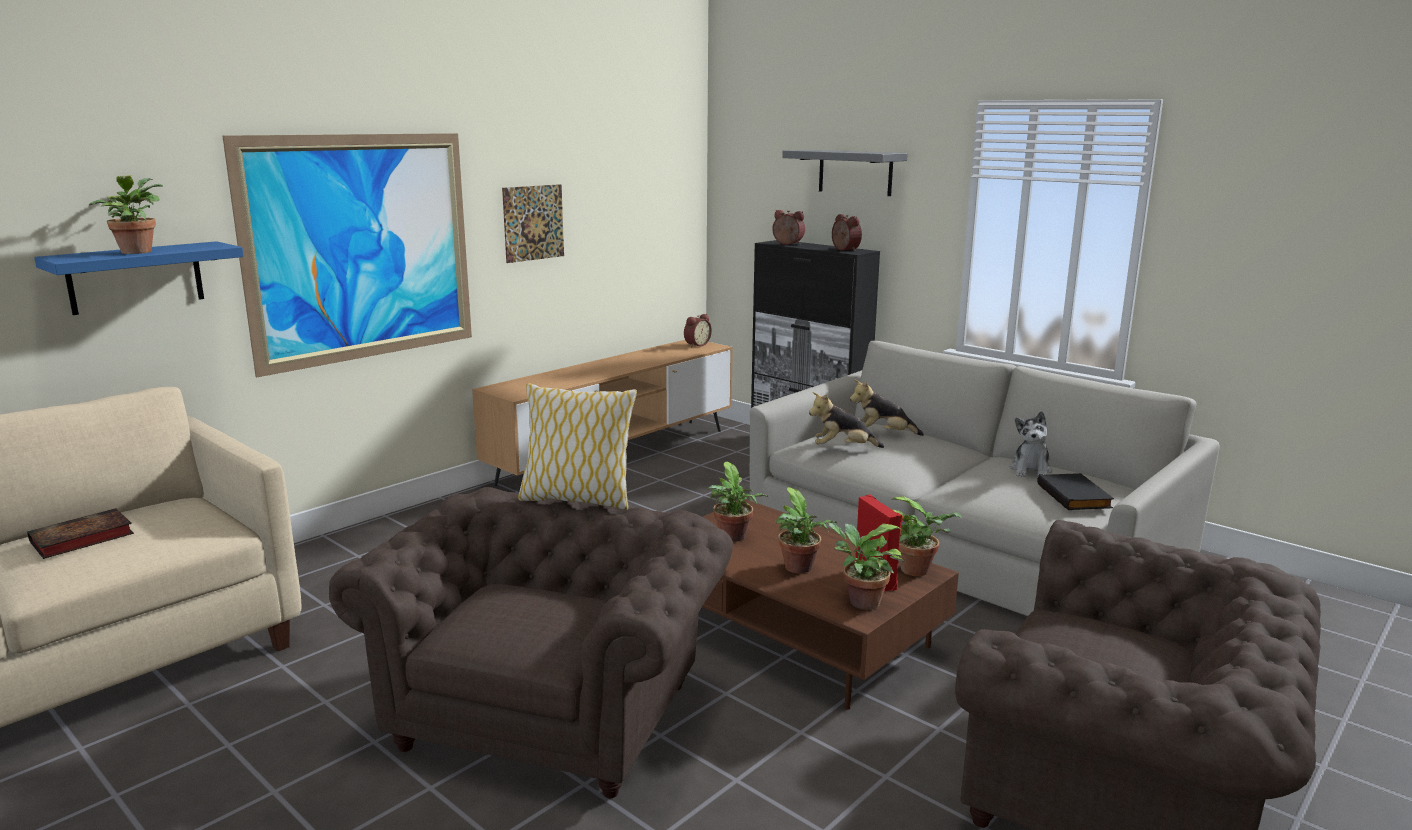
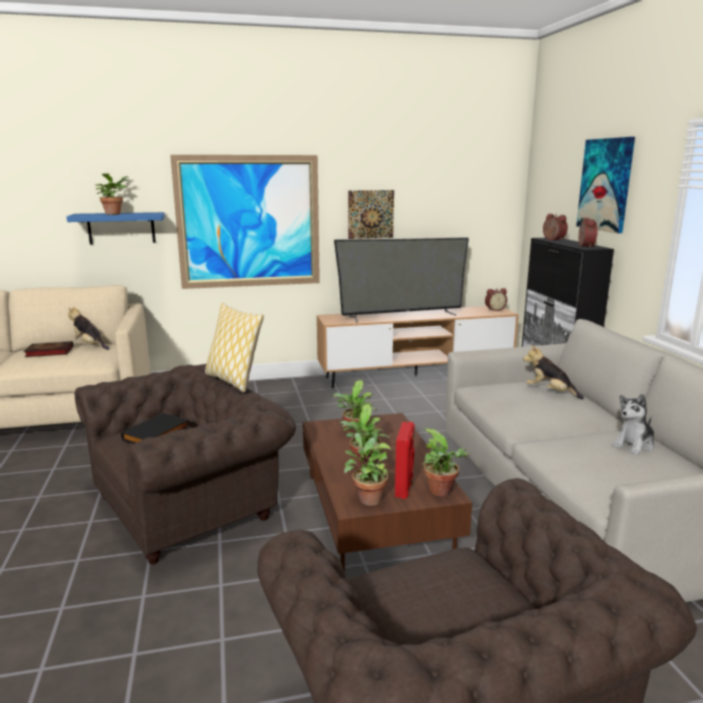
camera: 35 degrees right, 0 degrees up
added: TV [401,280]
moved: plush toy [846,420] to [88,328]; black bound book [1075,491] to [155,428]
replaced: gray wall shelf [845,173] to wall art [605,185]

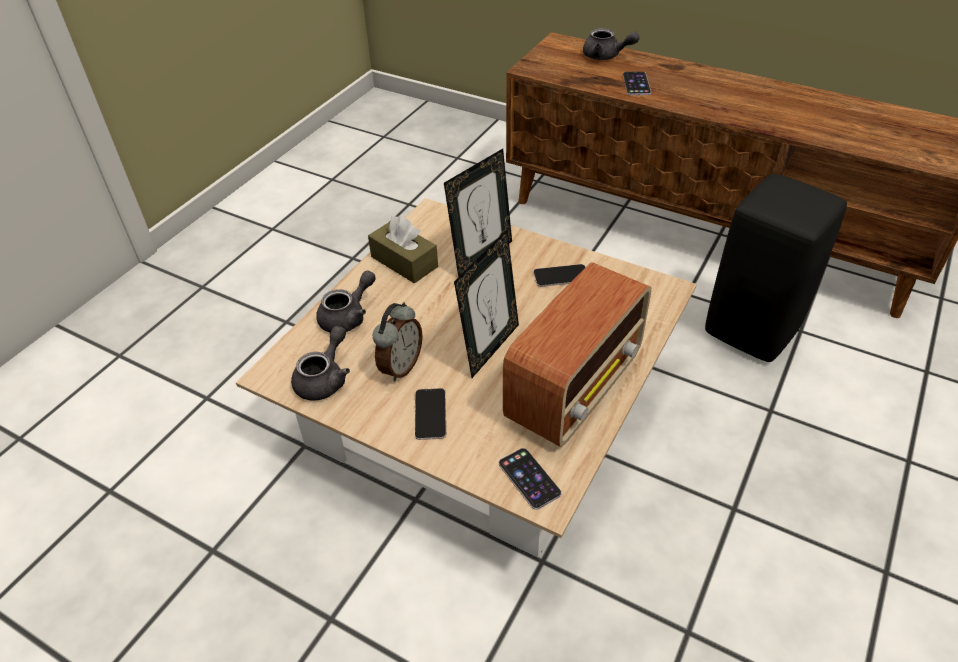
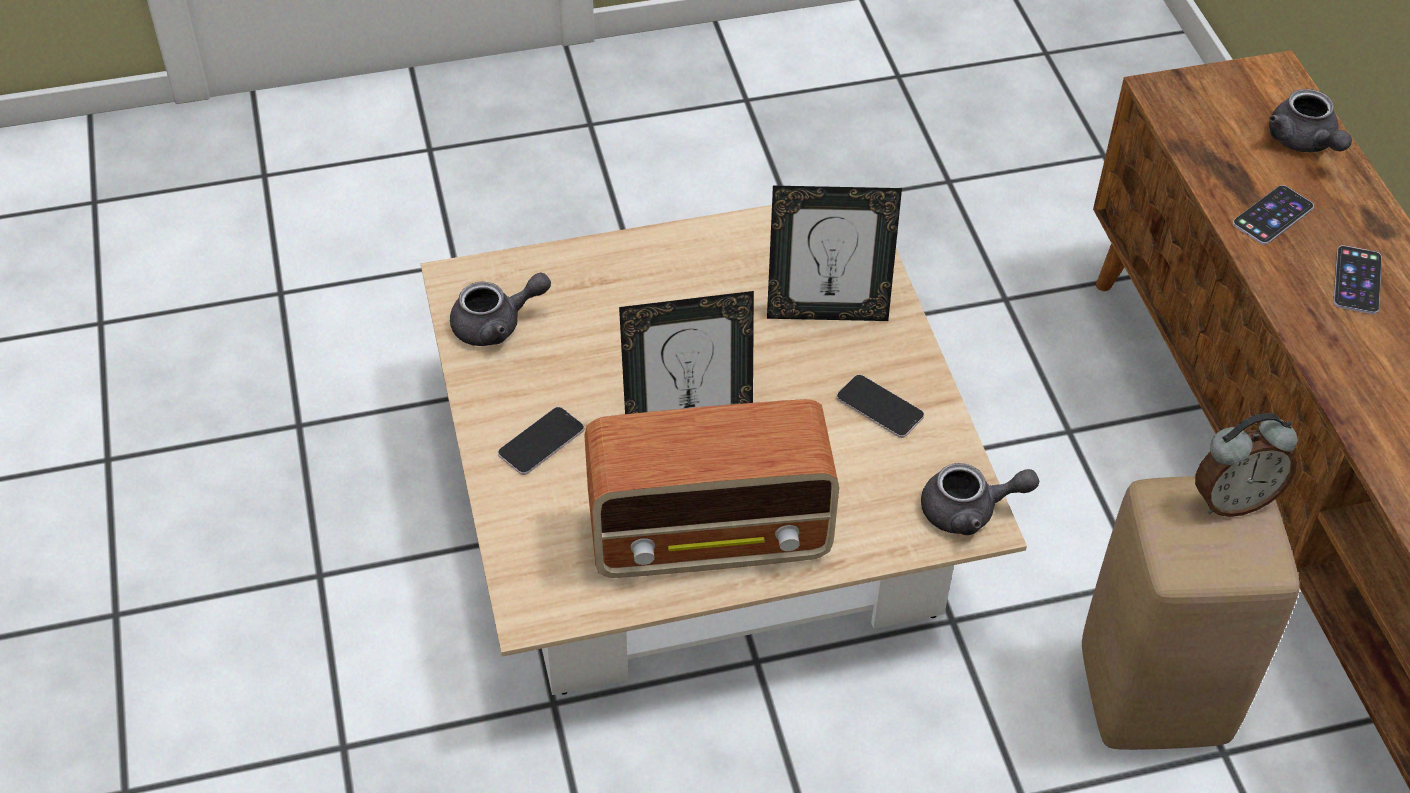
camera: 45 degrees right, 5 degrees up
removed: brown tissue holder [403,249]
moved: gray teapot [346,301] to [980,499]; alarm clock [398,341] to [1246,465]; telephone [530,479] to [1357,279]
recoloured: black stool seat [776,268] to sand-coloured stool seat [1191,613]

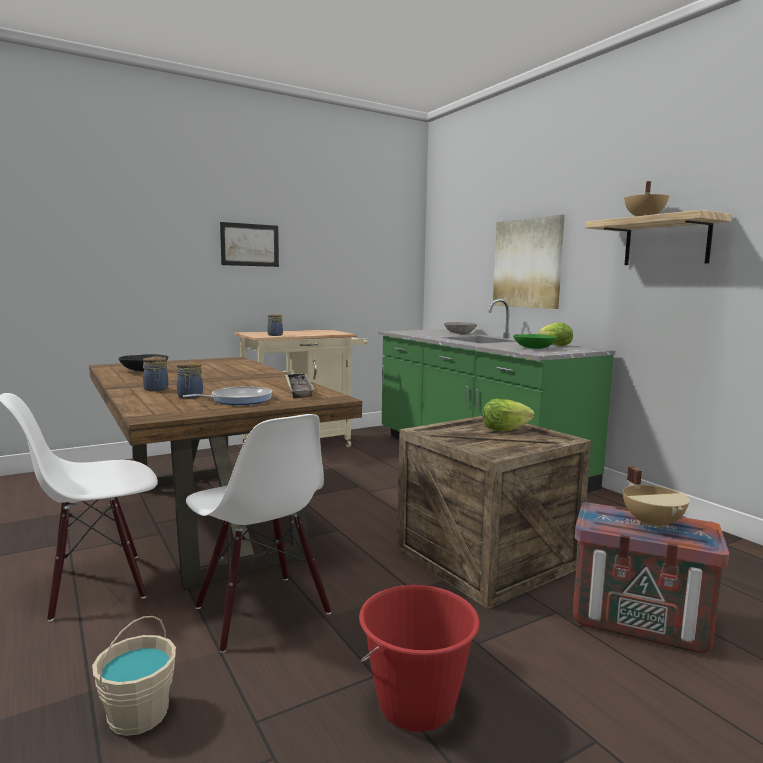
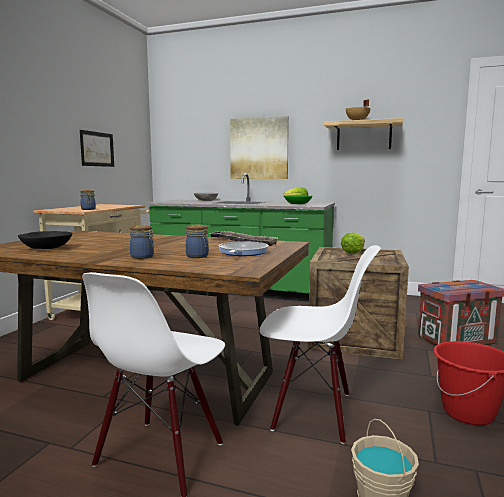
camera: 40 degrees left, 0 degrees up
removed: sand-coloured stockpot [656,498]
moved: wall art [249,244] to [97,148]

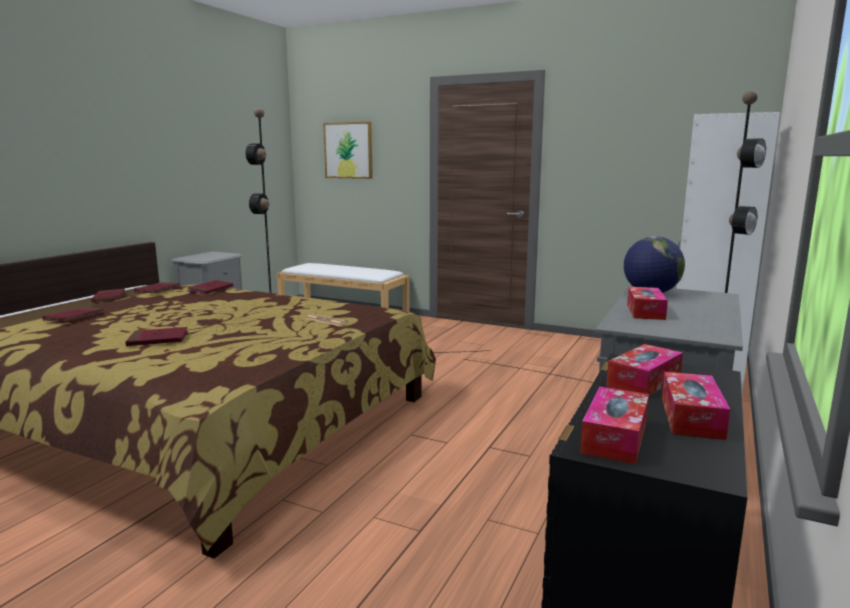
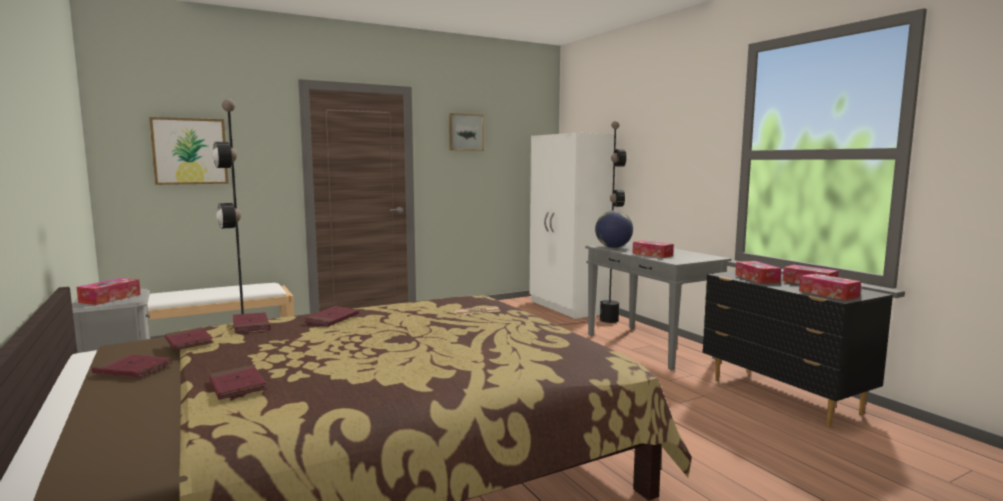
camera: 55 degrees left, 5 degrees down
added: tissue holder [109,291]; wall art [466,132]
moved: red bound book [156,336] to [331,316]

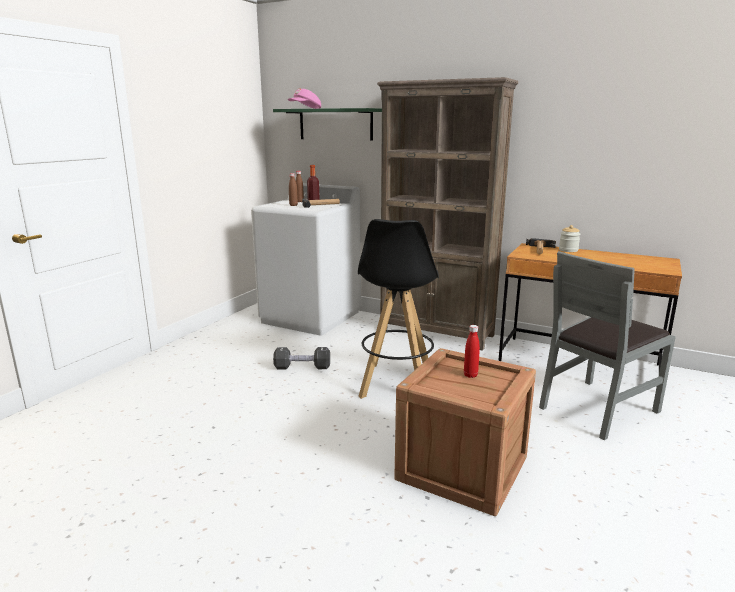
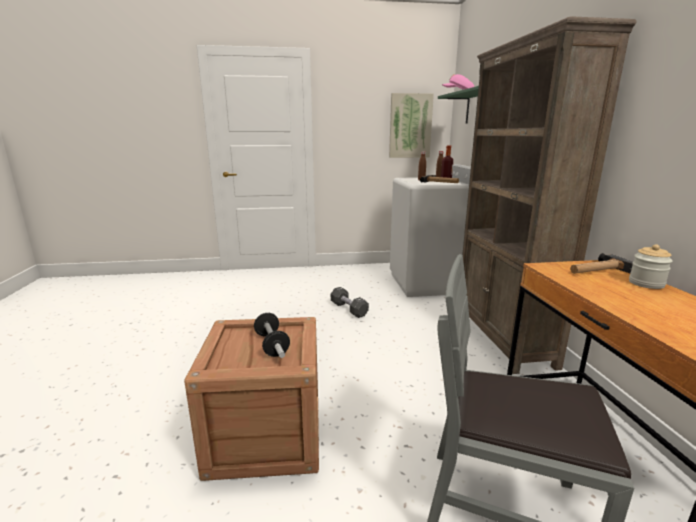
camera: 55 degrees right, 0 degrees up
removed: black stool seat [398,309]
added: wall art [411,125]
replaced: red drink bottle [472,351] to dumbbell [272,335]

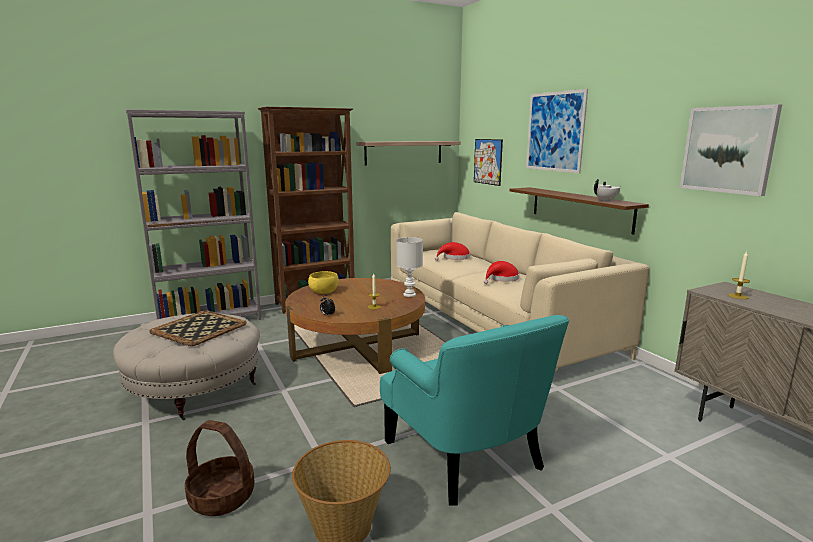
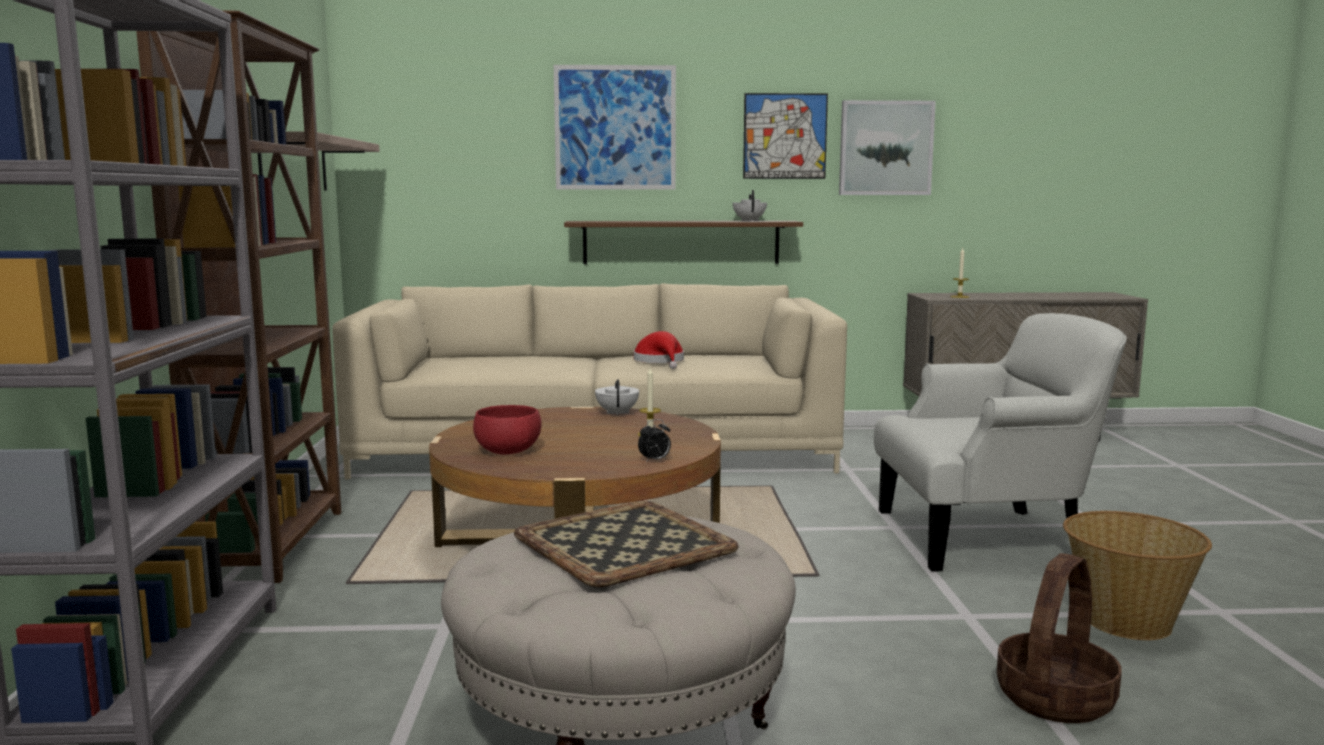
camera: 65 degrees left, 5 degrees down
removed: red wearable hat [452,251]
moved: wall art [488,162] to [785,136]
replaced: white tabletop lamp [410,267] to white teapot [617,397]
recoloured: yellow serving bowl [323,282] to red serving bowl [507,430]; blue-green armchair [474,410] to white armchair [1000,442]

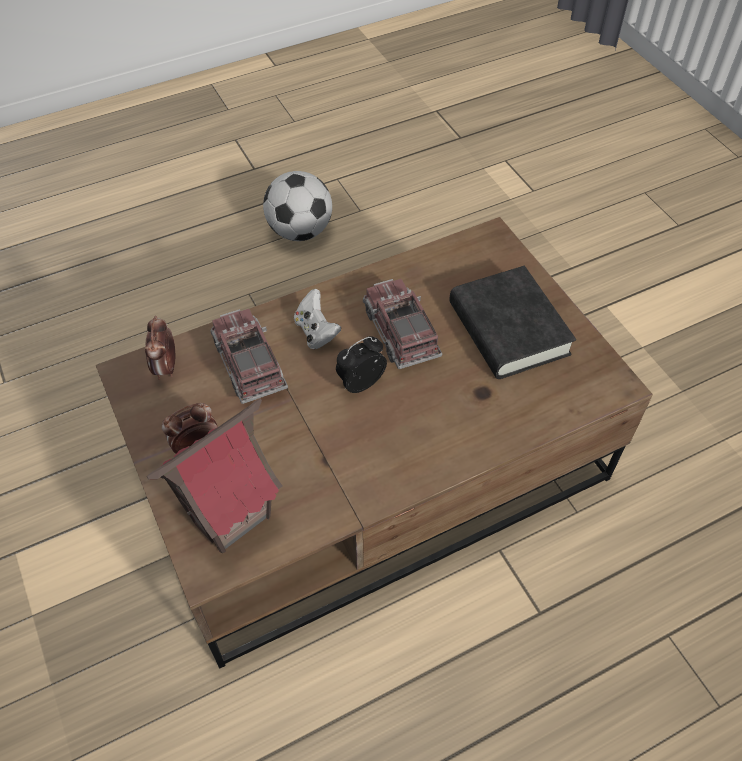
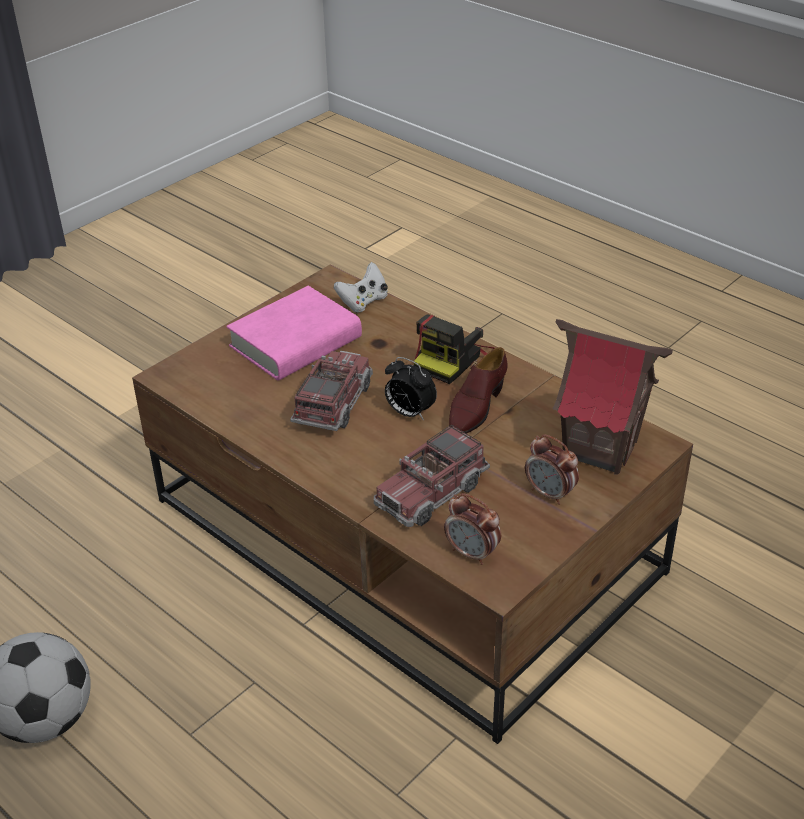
camera: 110 degrees left, 15 degrees down
added: still camera [454,349]; brown item of footwear [478,390]
moved: white joypad [317,319] to [361,287]
recoloured: black bound book [512,322] to pink bound book [294,333]
turned: alarm clock [160,347] = [472,529] 60 degrees clockwise; toy lorry [402,324] = [331,391] 150 degrees clockwise

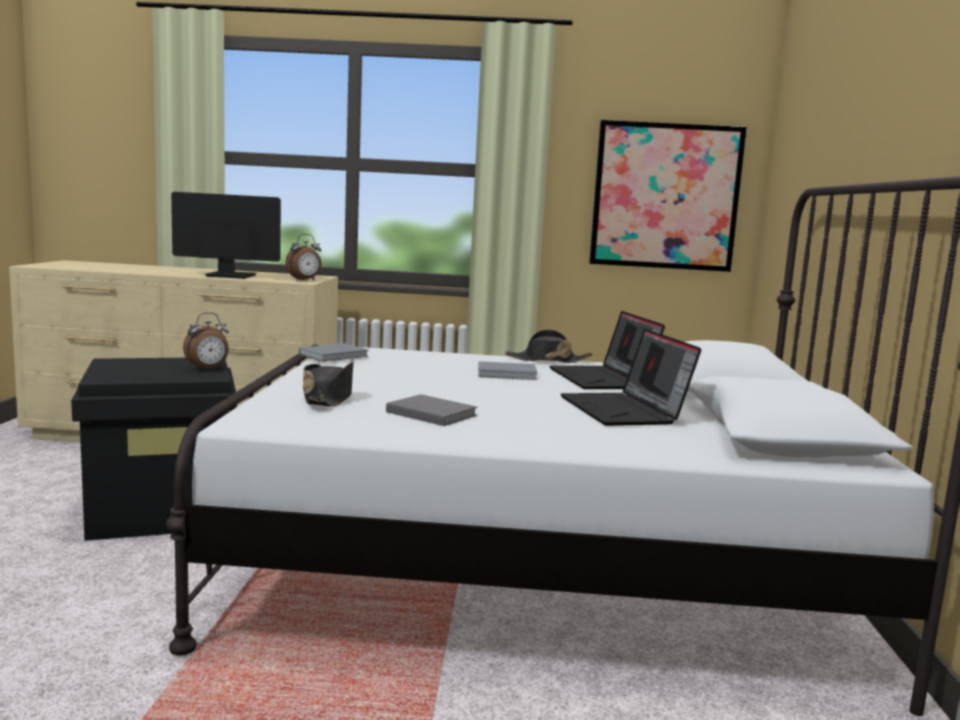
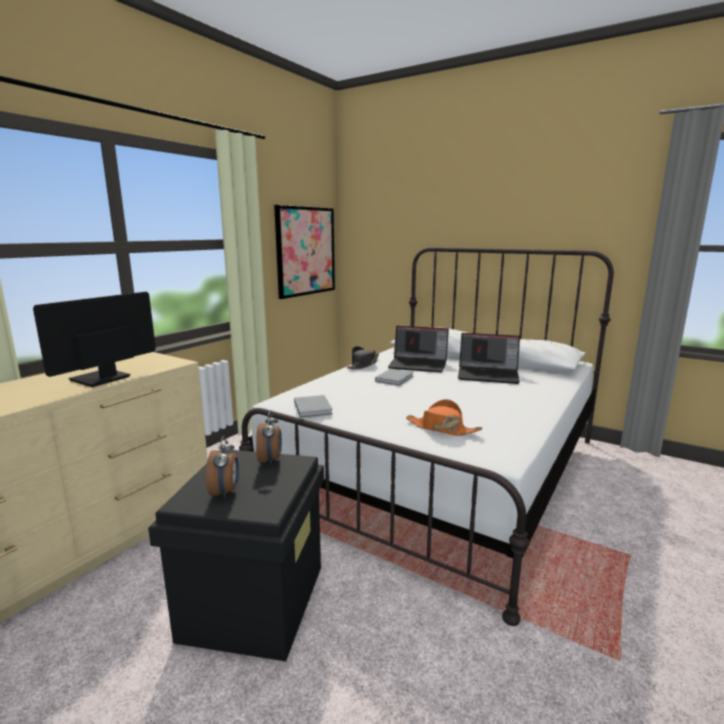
camera: 60 degrees left, 5 degrees up
removed: gray bound book [431,410]
moved: alarm clock [304,257] to [222,467]
recoloured: black wearable hat [328,383] to orange wearable hat [444,417]

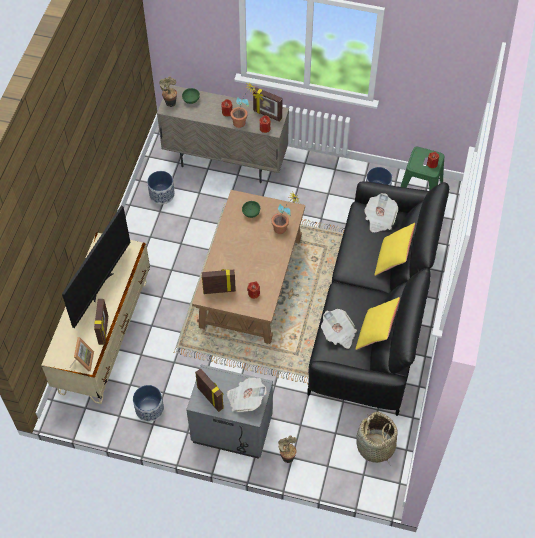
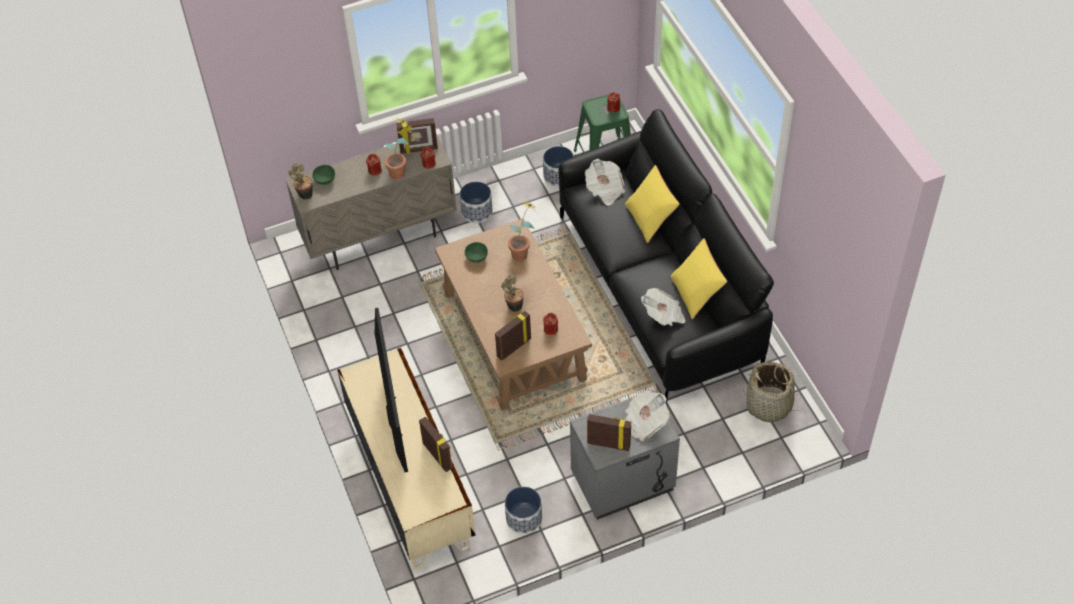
camera: 35 degrees left, 5 degrees down
removed: standing frame [82,354]
moved: flower pot [161,187] to [476,202]; houseplant [287,449] to [512,293]

